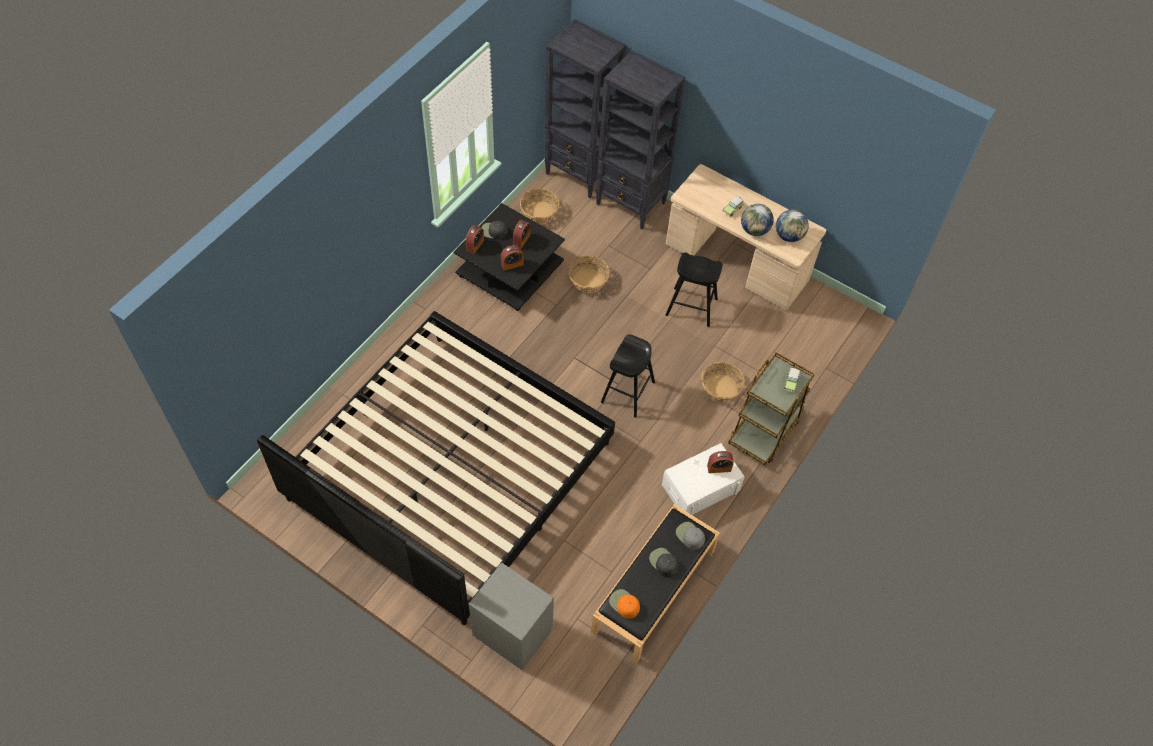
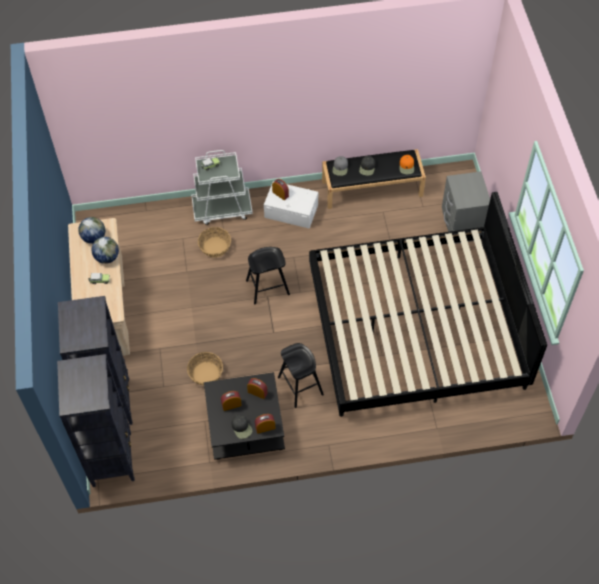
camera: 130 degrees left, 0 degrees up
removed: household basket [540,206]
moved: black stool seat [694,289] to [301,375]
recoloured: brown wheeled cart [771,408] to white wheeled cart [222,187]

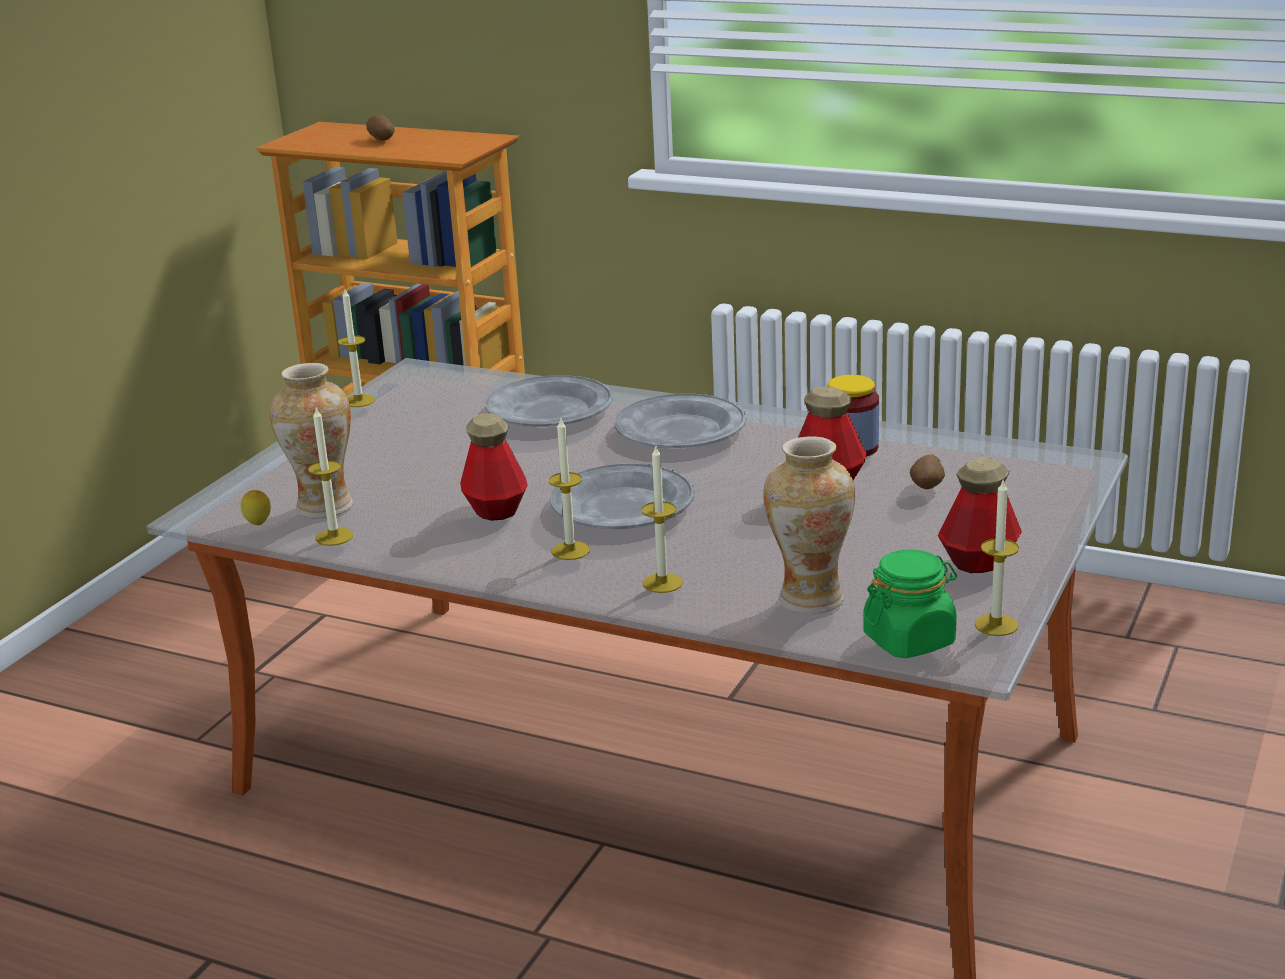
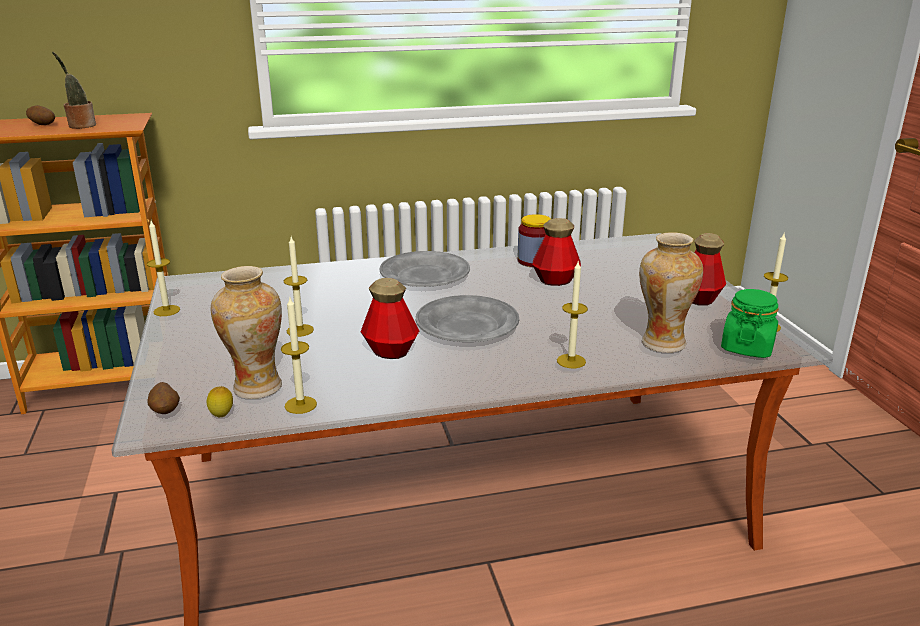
camera: 40 degrees left, 0 degrees up
removed: gray plate [549,401]
added: houseplant [74,90]
moved: wax light [569,489] to [299,287]; whole potato [927,472] to [163,398]

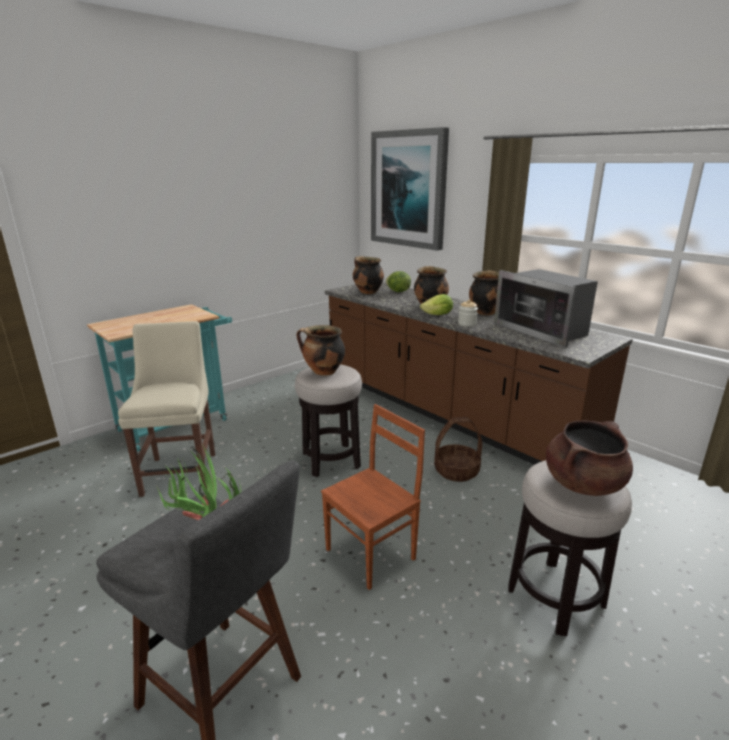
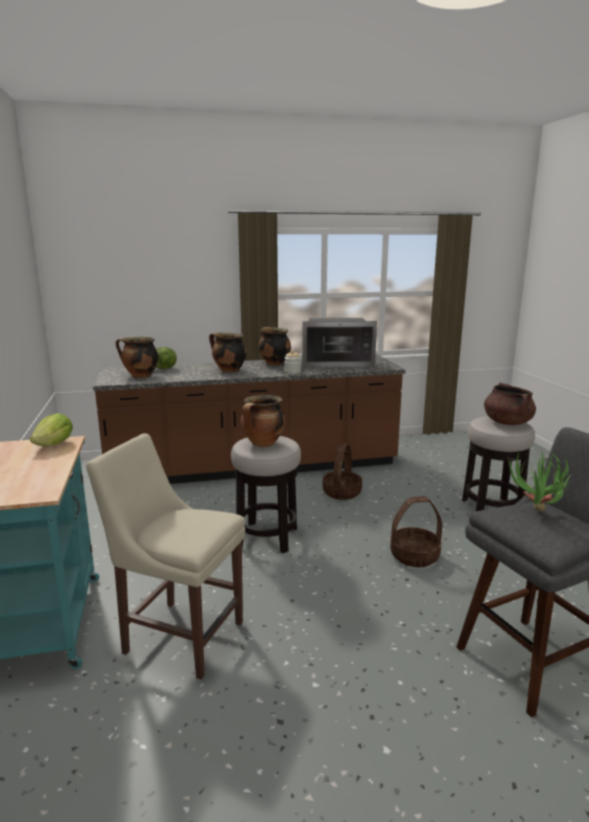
camera: 60 degrees left, 5 degrees down
removed: wall art [410,189]
moved: lettuce head [436,304] to [51,429]
replaced: brown chair [373,497] to household basket [416,531]

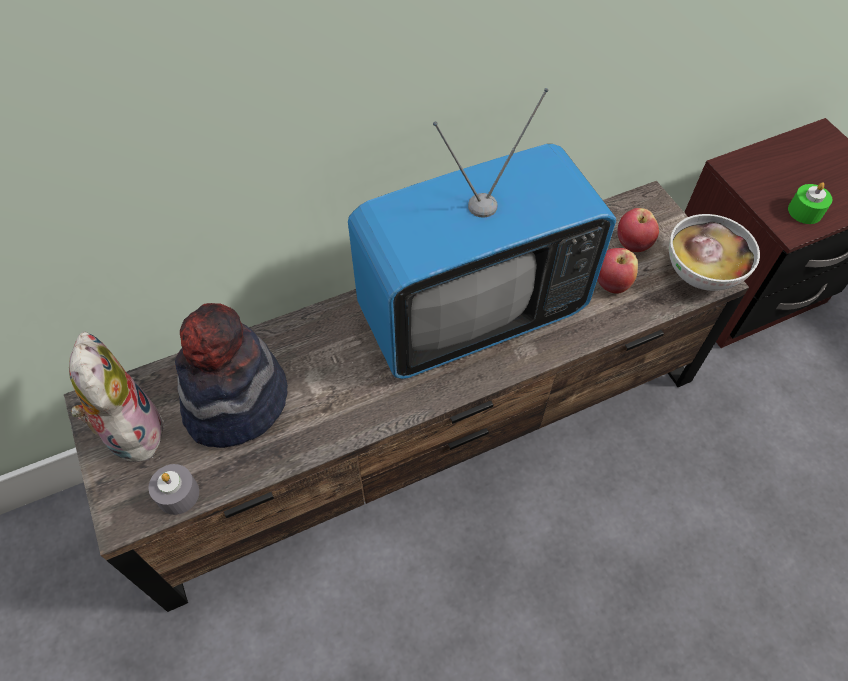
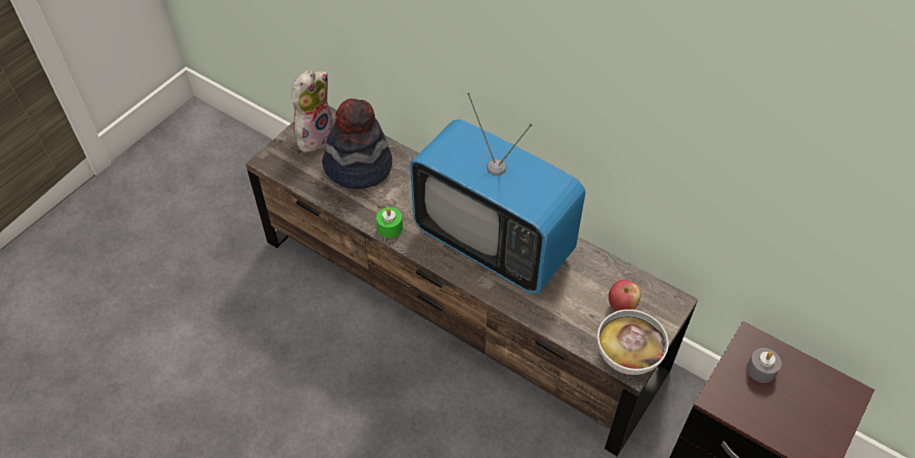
camera: 60 degrees right, 5 degrees down
removed: whole apple [618,271]
moved: gray wax light [174,489] to [764,365]; green wax light [810,203] to [389,222]

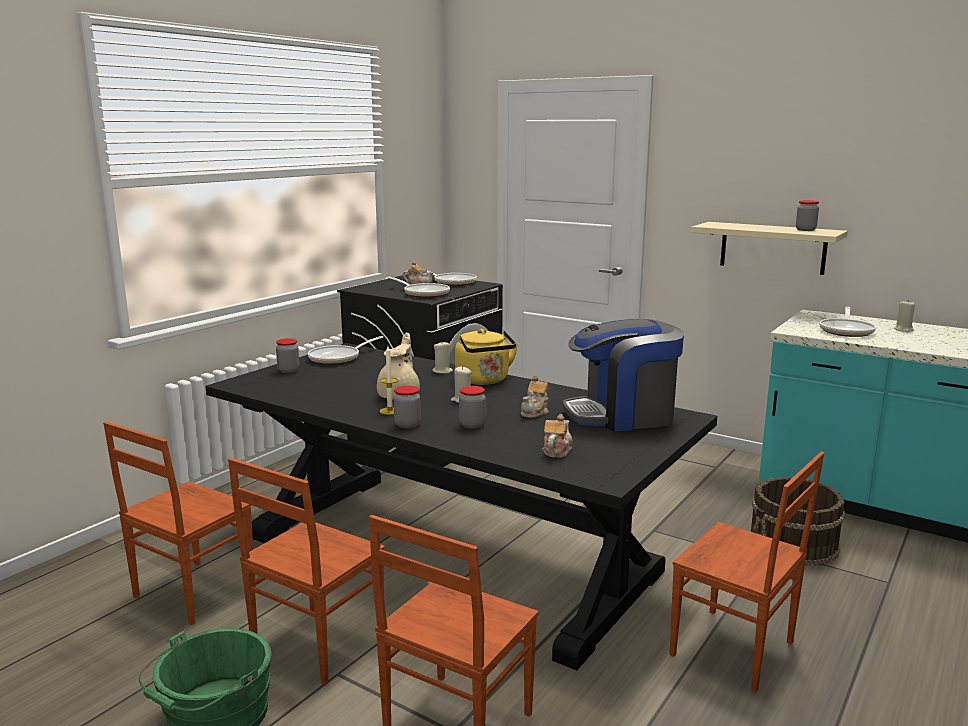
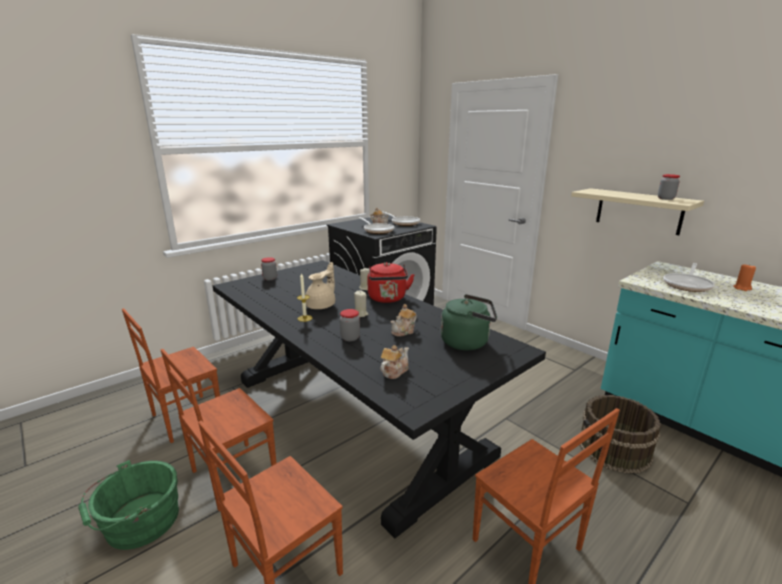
camera: 15 degrees right, 5 degrees up
removed: frying pan [346,350]; storage jar [407,407]
replaced: coffee maker [623,375] to green water kettle [469,322]
recoloured: yellow water kettle [486,357] to red water kettle [391,282]; sand-coloured wax light [904,316] to orange wax light [744,277]

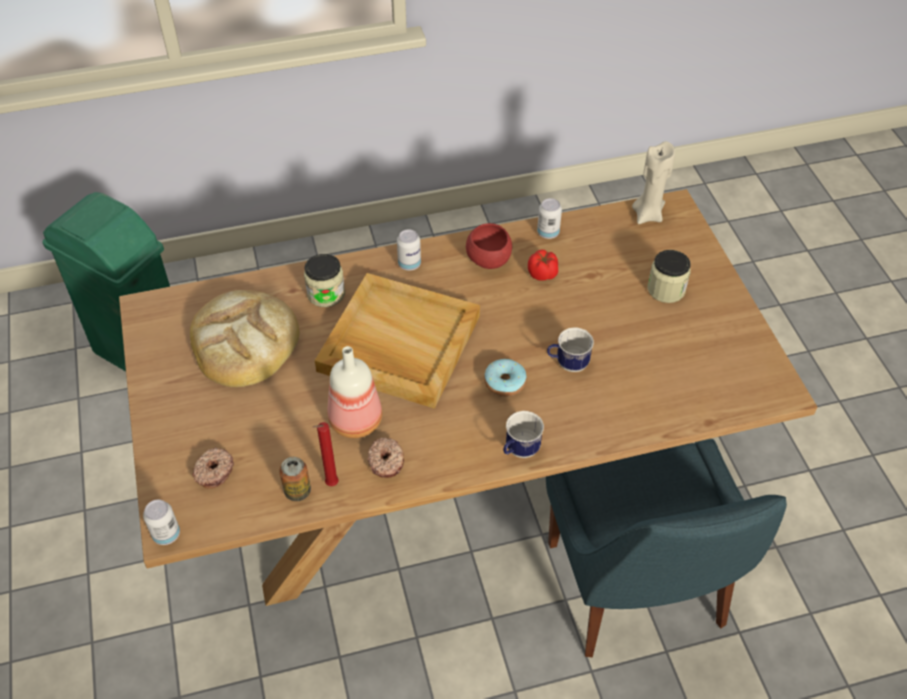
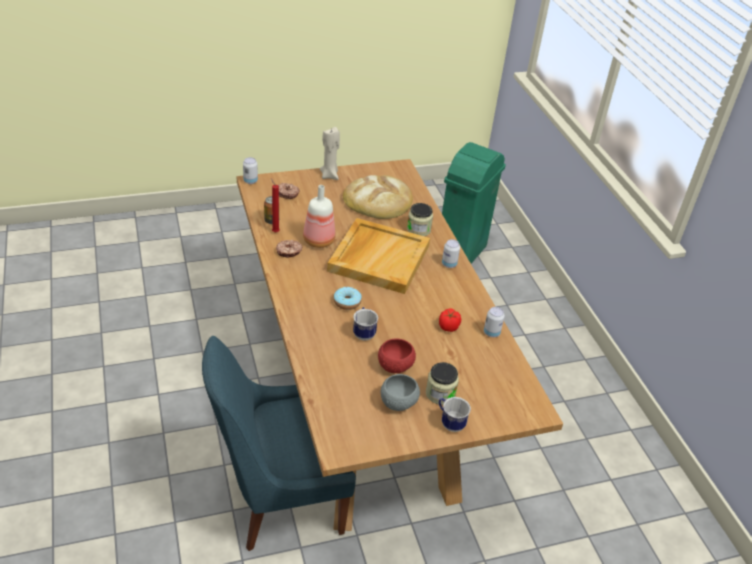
camera: 85 degrees right, 10 degrees down
added: gray serving bowl [400,392]
moved: red serving bowl [489,246] to [397,355]; tea mug [523,434] to [455,414]; sand-coloured wax light [653,182] to [329,153]

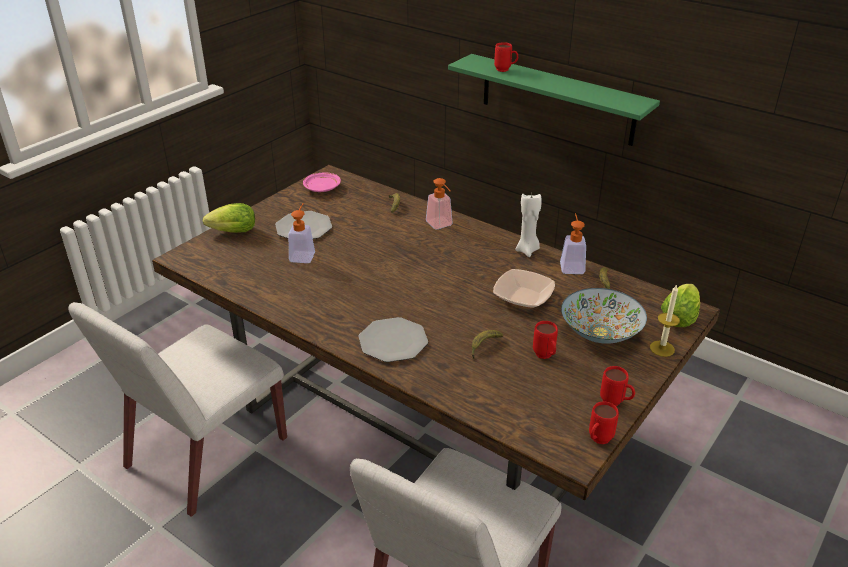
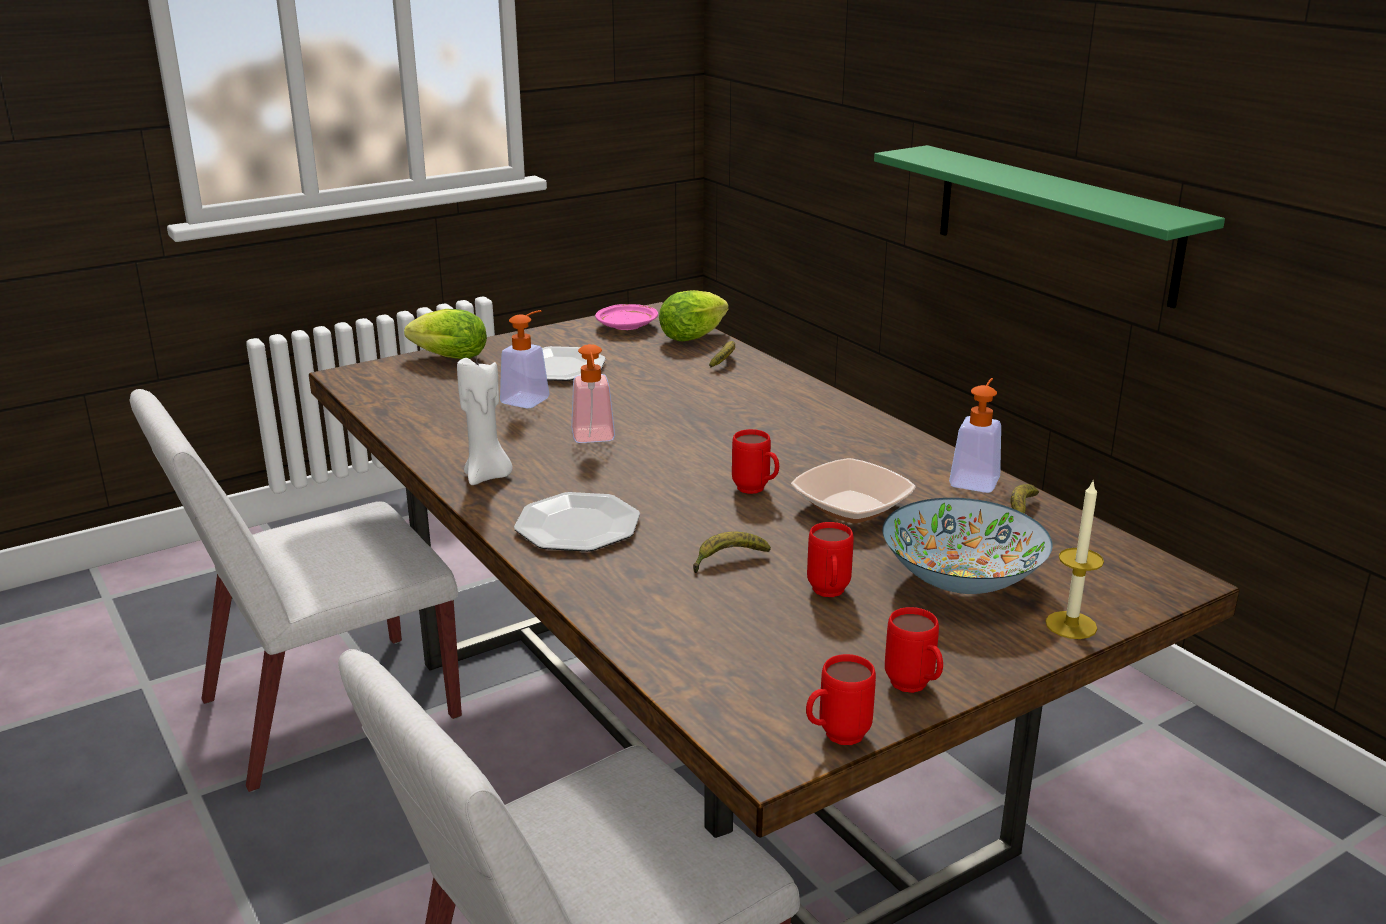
camera: 20 degrees right, 10 degrees down
moved: soap bottle [439,203] to [593,393]; red tea mug [506,57] to [755,461]; white wax light [528,225] to [485,420]; lettuce head [680,305] to [694,315]

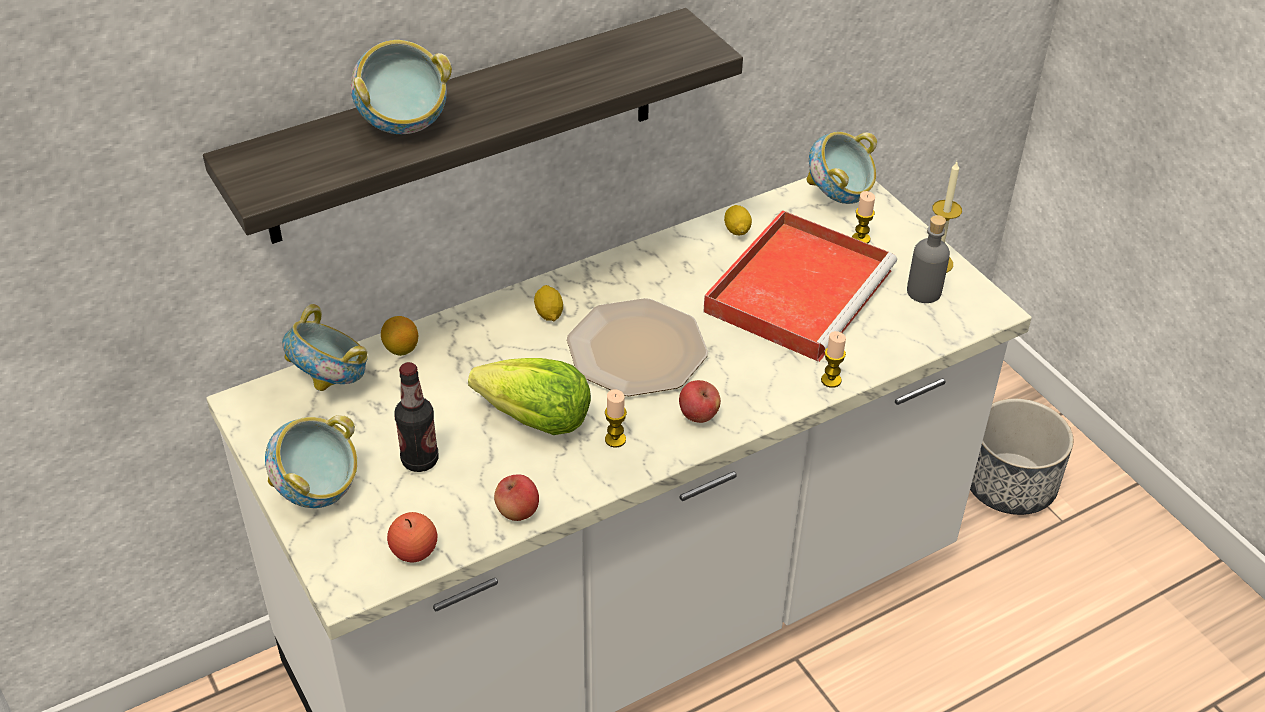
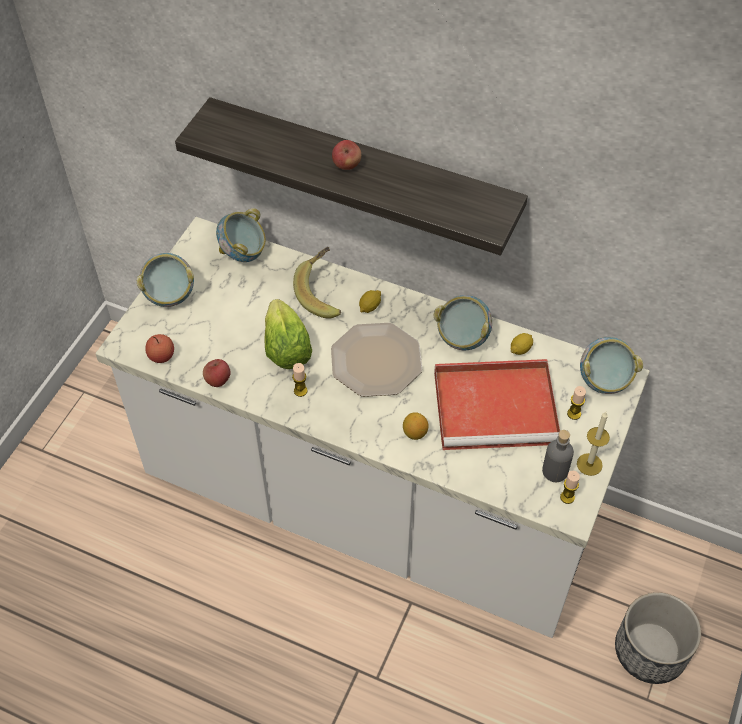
camera: 55 degrees right, 10 degrees up
removed: drink bottle [416,417]
added: whole banana [317,283]
moved: serving bowl [401,87] to [463,322]; lemon [399,336] to [416,426]; whole apple [700,401] to [346,155]; wax light [833,359] to [570,487]

